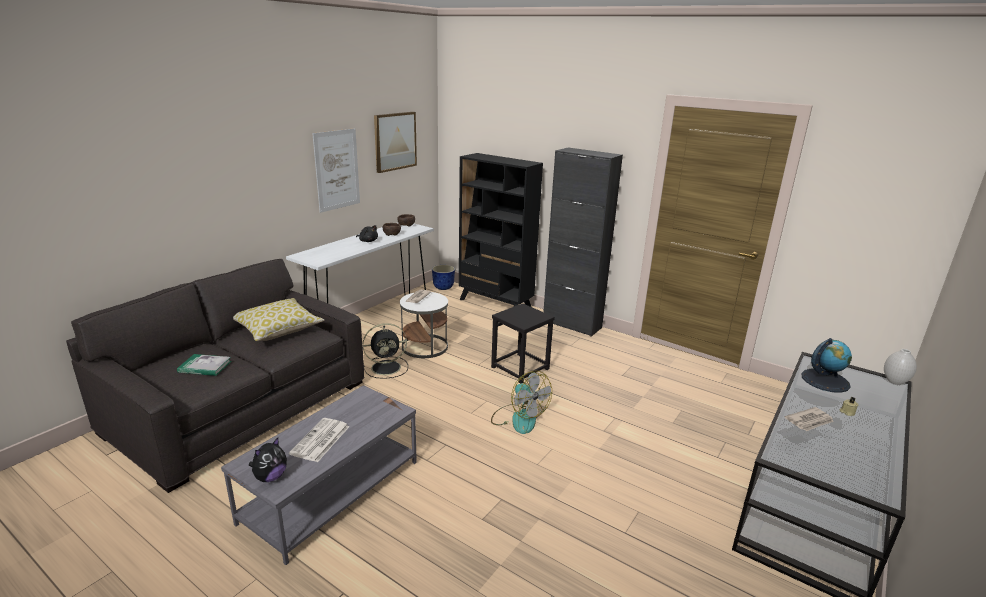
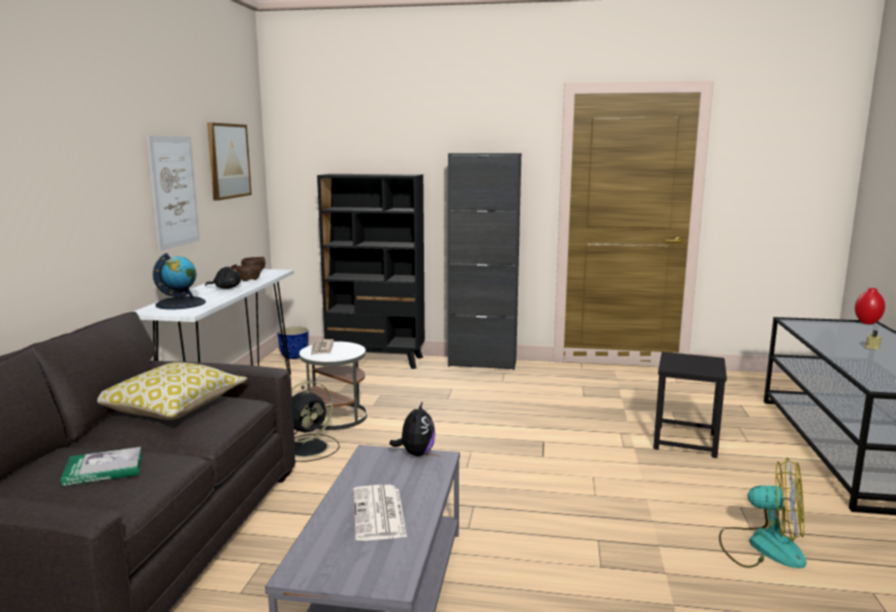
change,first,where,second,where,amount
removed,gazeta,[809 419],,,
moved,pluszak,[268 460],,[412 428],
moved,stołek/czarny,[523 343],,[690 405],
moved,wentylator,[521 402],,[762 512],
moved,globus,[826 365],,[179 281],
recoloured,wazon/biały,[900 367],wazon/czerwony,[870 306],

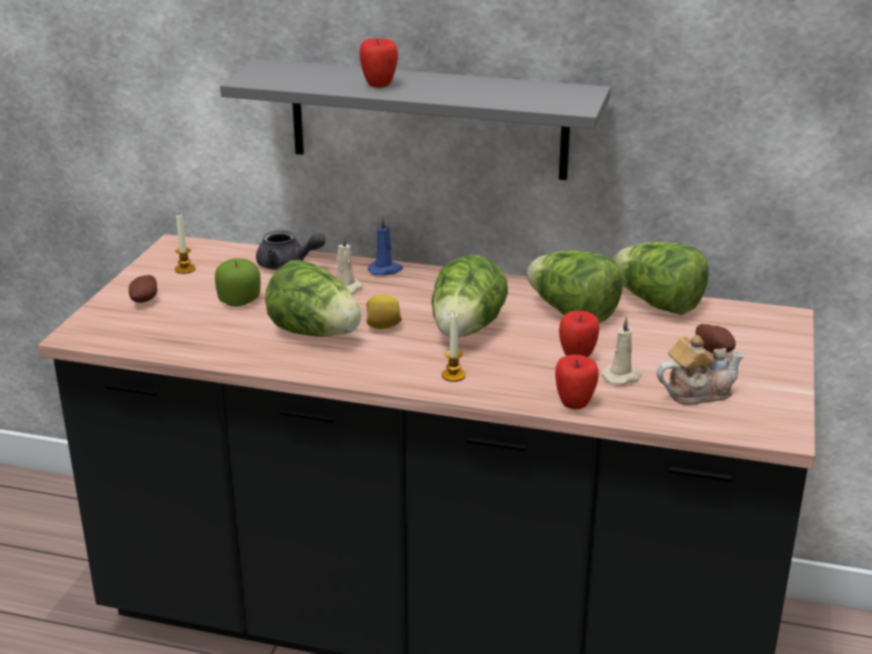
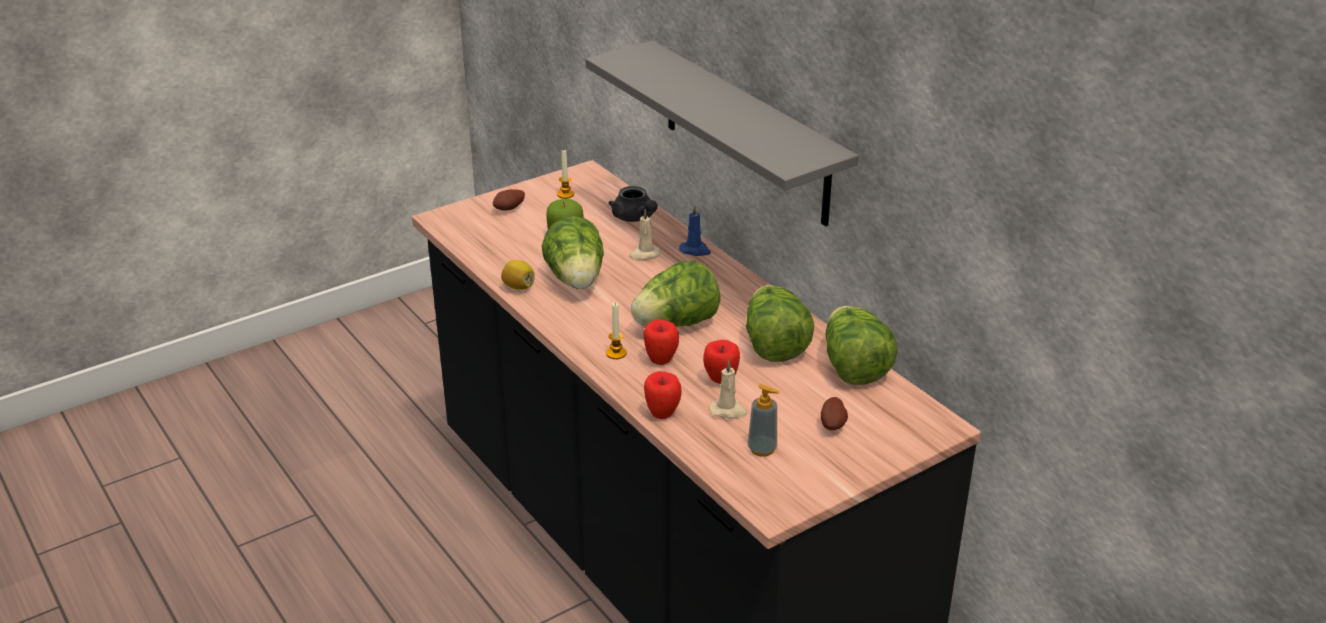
change,first,where,second,where,amount
moved,jabłko,[378 63],,[661 342],
moved,cytryna,[384 312],,[518 275],
replaced,imbryk,[701 370],dozownik mydła,[764 420],

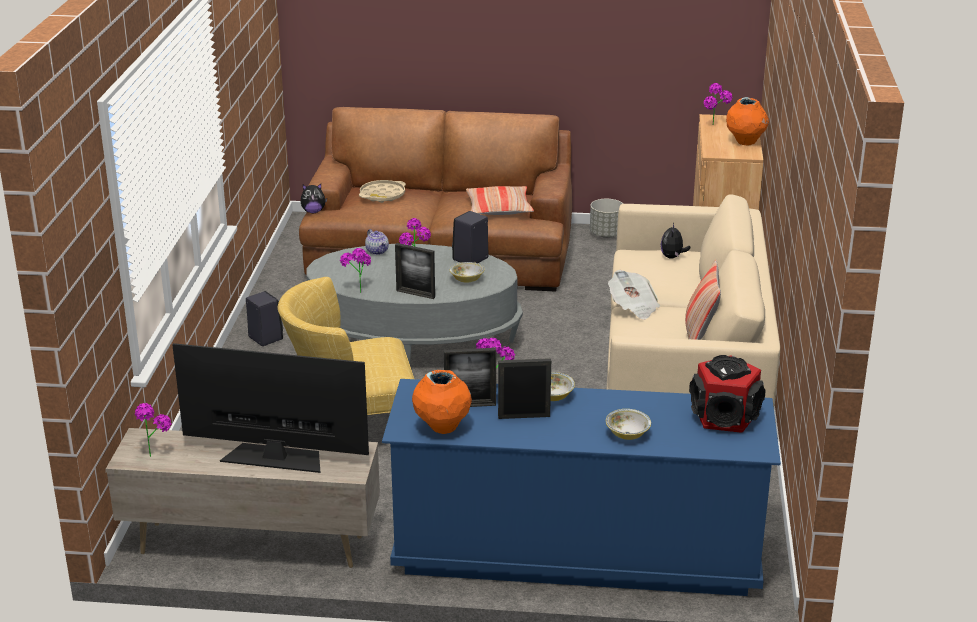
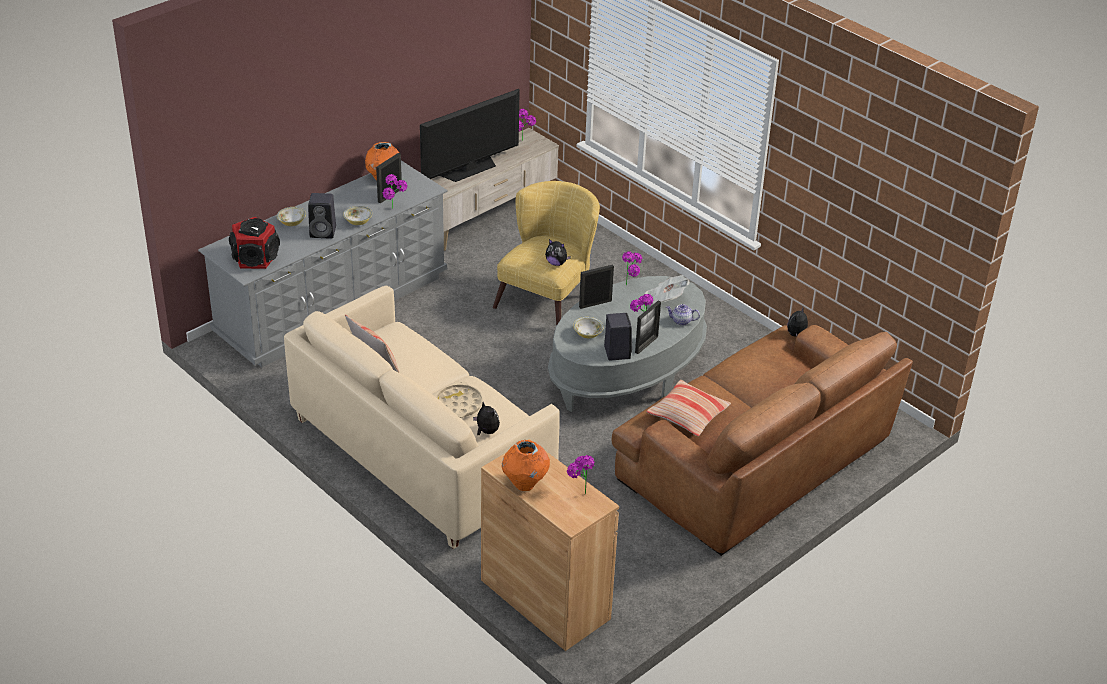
change,first,where,second,where,amount
removed,donica/szary,[606 218],,,
added,,,pluszak,[558 252],
moved,głośnik/czarny,[264 318],,[322 216],
moved,taca/beżowy,[382 191],,[459 399],
moved,ramka na zdjęcie,[524 388],,[648 327],
moved,gazeta,[634 295],,[667 290],
recoloured,komoda/niebieski,[581 487],komoda/szary,[323 263],

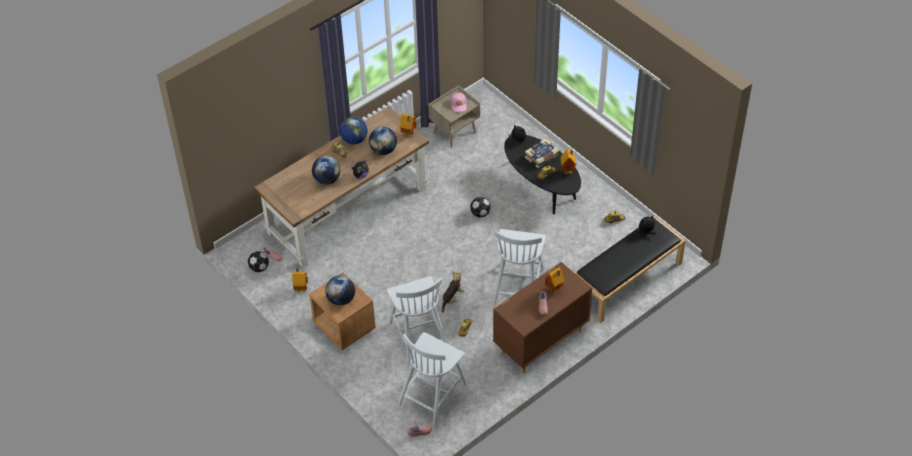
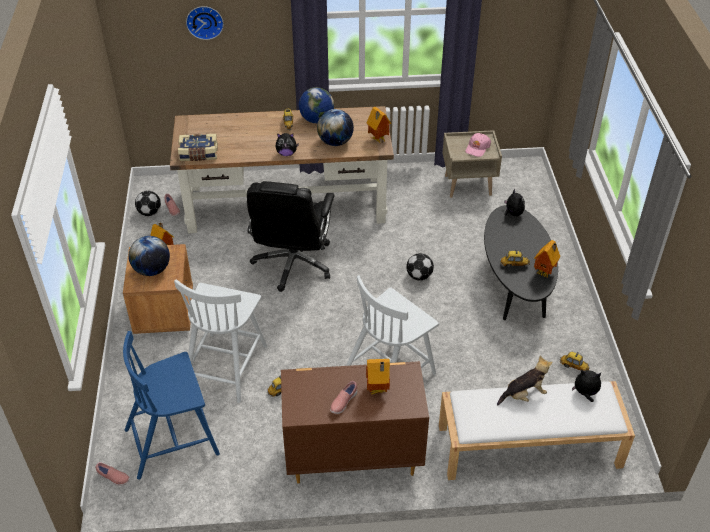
change,first,where,second,where,amount
removed,globus,[326 170],,,
added,,,zegar ścienny,[205 23],
added,,,krzesło biurowe/czarny,[291 236],
moved,pluszak,[453 292],,[525 380],
moved,książka,[542 153],,[198 147],
recoloured,krzesło/biały,[432 378],krzesło/niebieski,[171 405],
recoloured,ławka/czarny,[630 269],ławka/biały,[537 430],

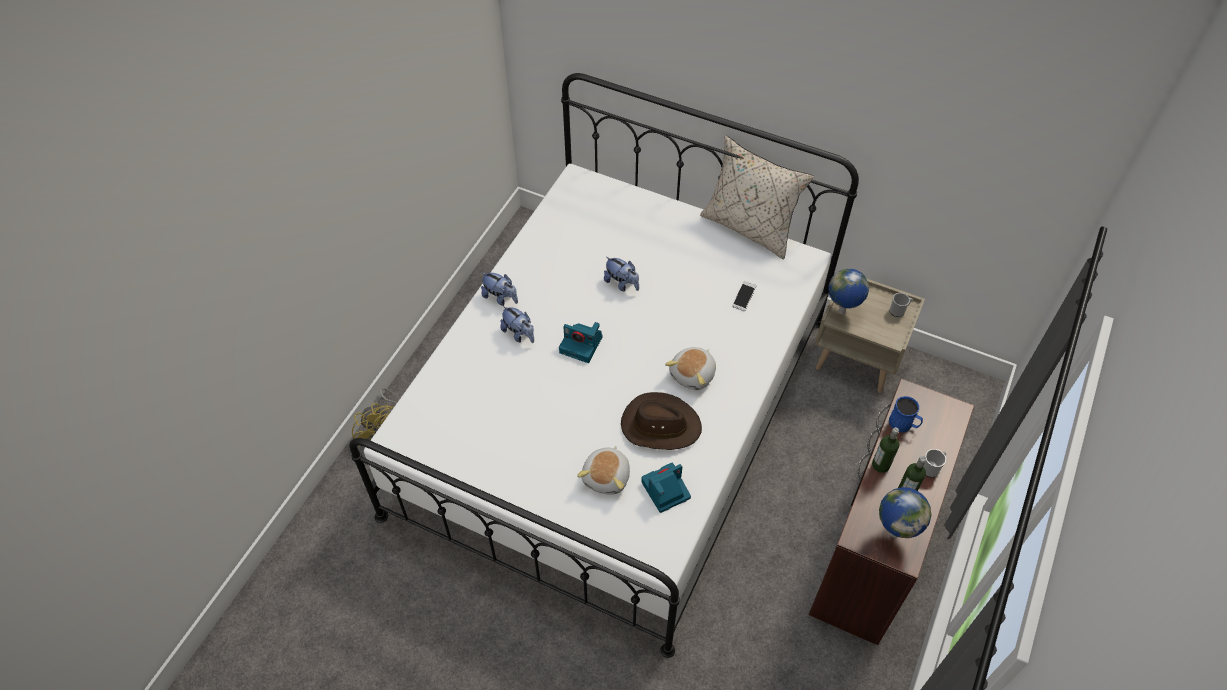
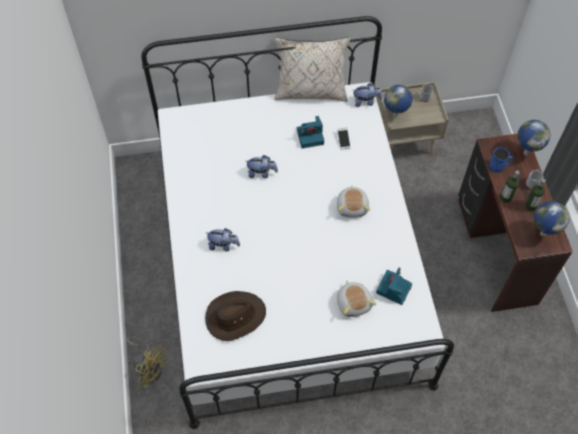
change,first,where,second,where,amount
added,,,globus,[533 138],
moved,pluszak,[499 289],,[367 95],
moved,aparat fotograficzny,[581 342],,[310 132],
moved,kapelusz/brązowy,[661 421],,[235 316],

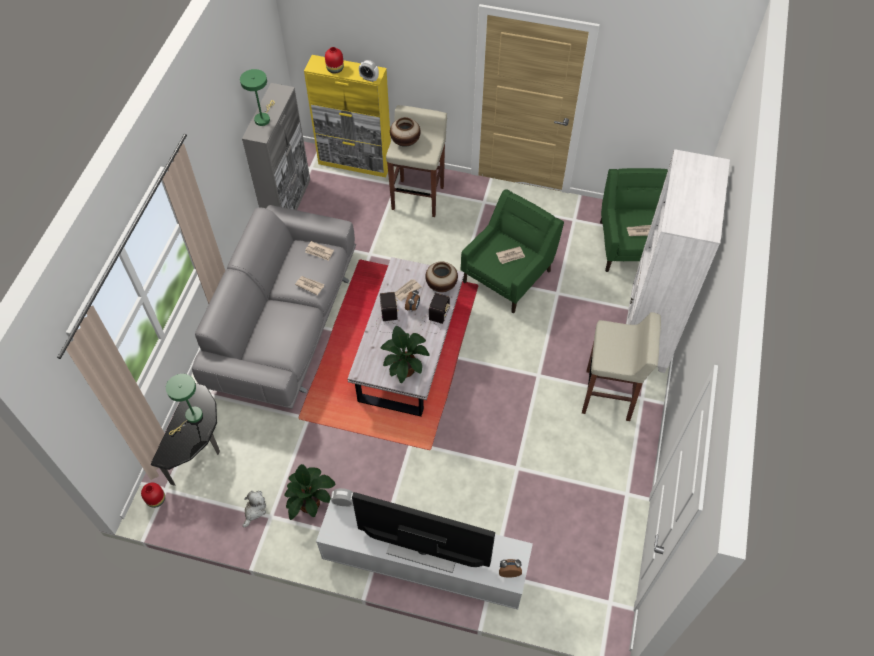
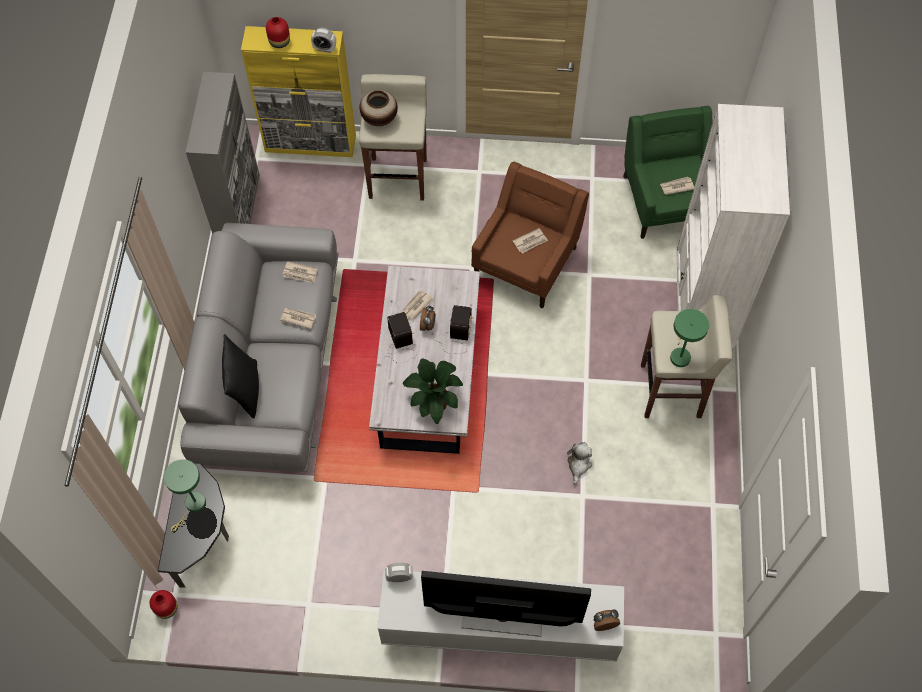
change,first,where,second,where,amount
removed,roślina doniczkowa,[310 492],,,
removed,wazon,[441 277],,,
added,,,poduszka/czarny,[240 376],
moved,lampa stołowa/zielony,[257 97],,[689 338],
moved,pluszak,[254 509],,[579 463],
recoloured,fotel/zielony,[512 251],fotel/brązowy,[530 235],

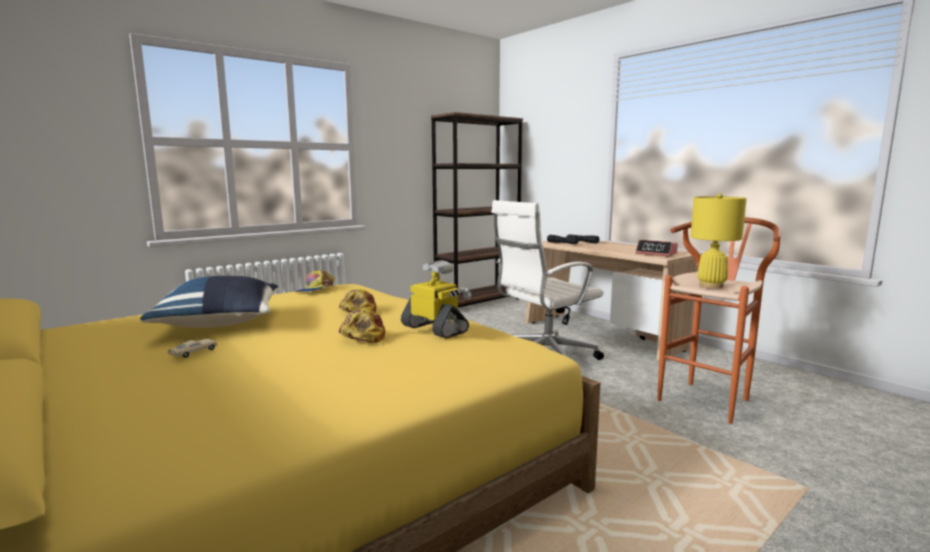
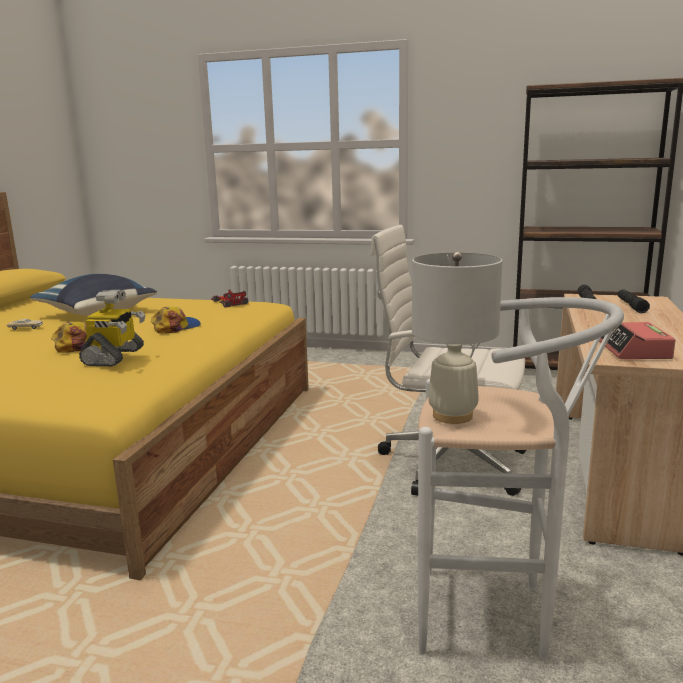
change,first,where,second,where,amount
replaced,czapka z daszkiem,[314 281],samochodzik,[229 298],
recoloured,stołek/pomarańczowy,[719 320],stołek/biały,[520 478],
recoloured,lampa stołowa/żółty,[718 241],lampa stołowa/biały,[457 337],

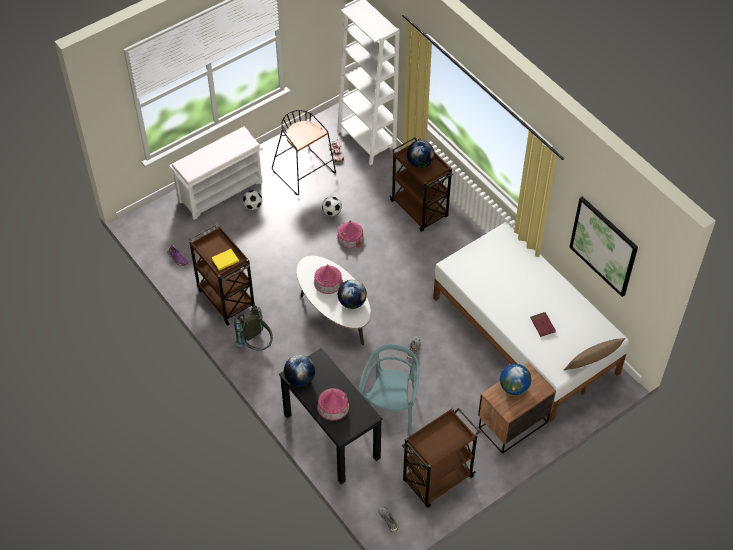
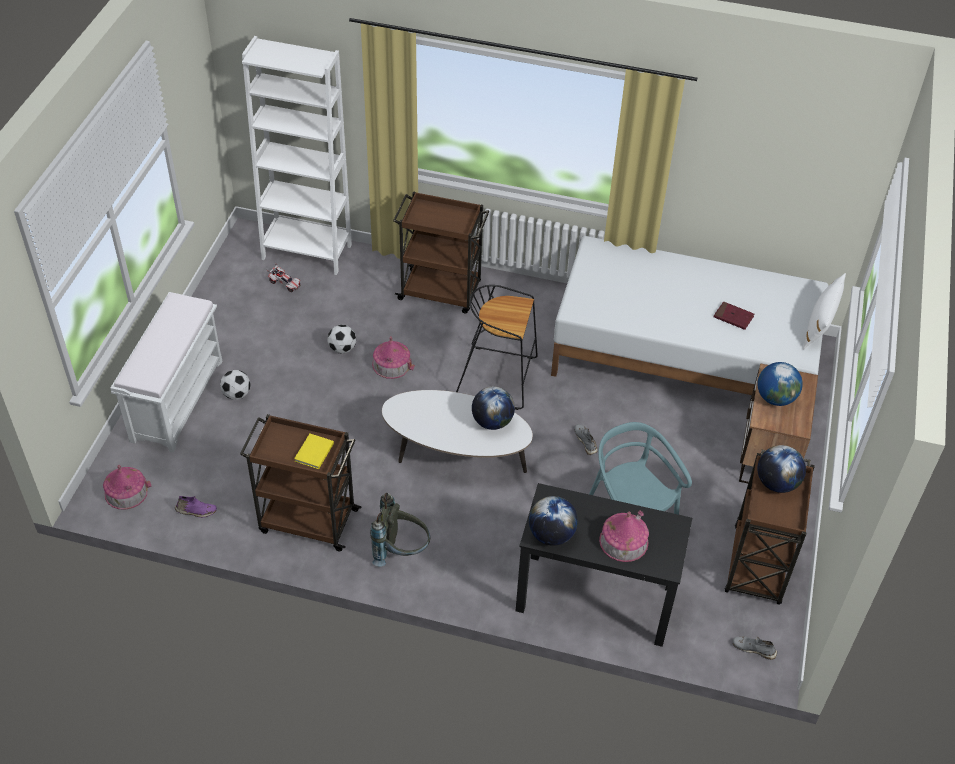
change,first,where,second,where,amount
removed,obraz,[604 246],,,
moved,stołek/czarny,[304 152],,[497 347],
moved,domek,[329 279],,[127 487],
moved,globus,[421 154],,[781 469],
recoloured,poduszka/brązowy,[595 354],poduszka/biały,[824 311],

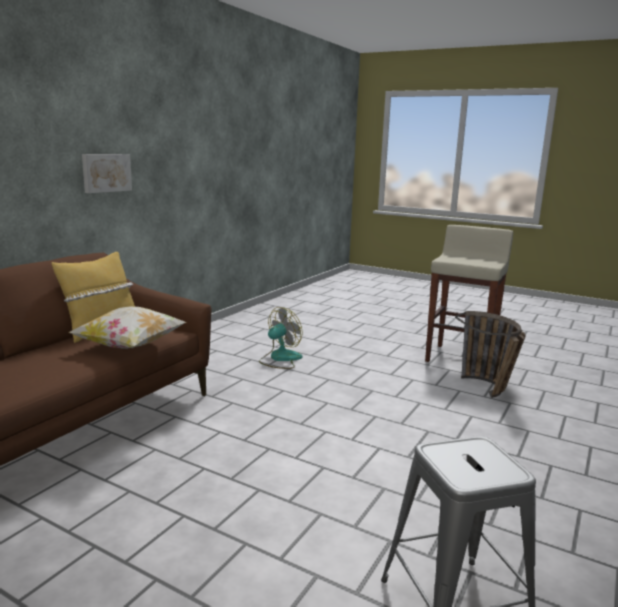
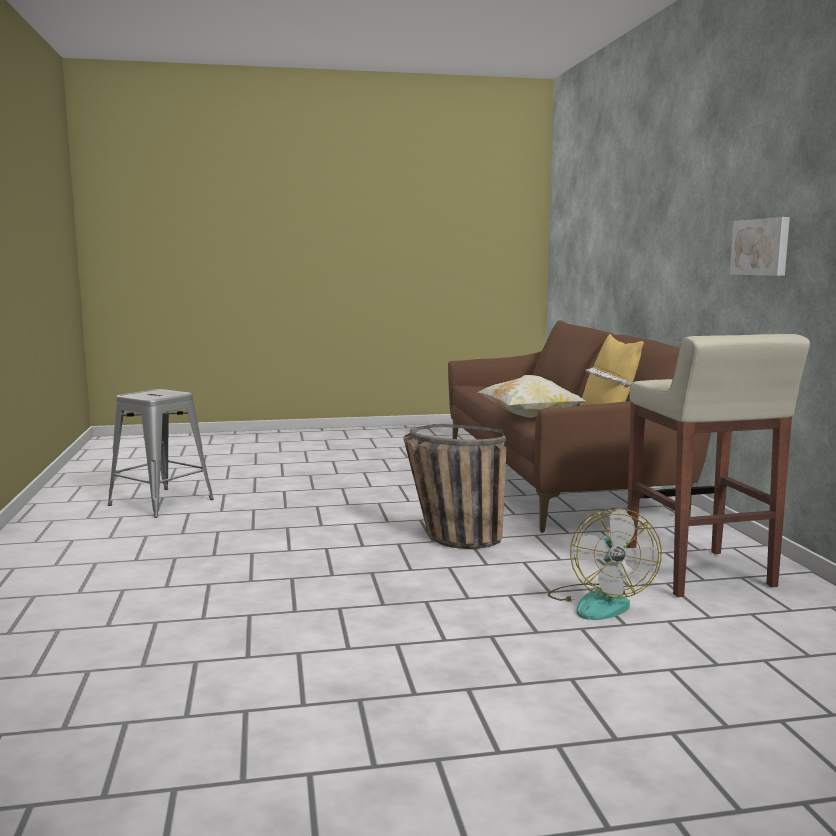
change,first,where,second,where,amount
moved,stołek/beżowy,[469 293],,[718 465],
moved,koszyk,[490 354],,[454 486],

